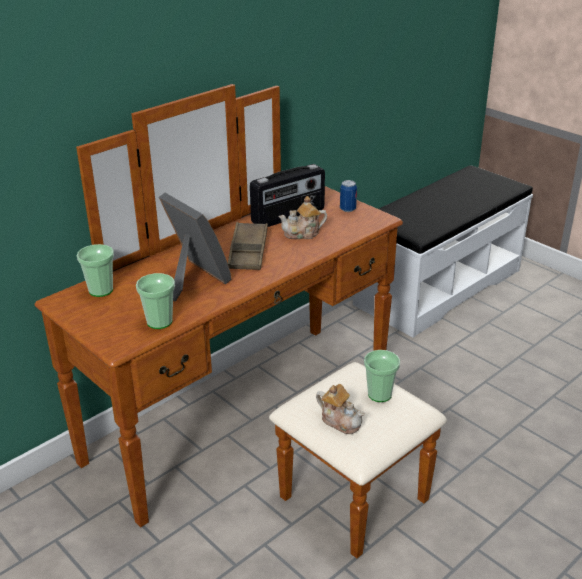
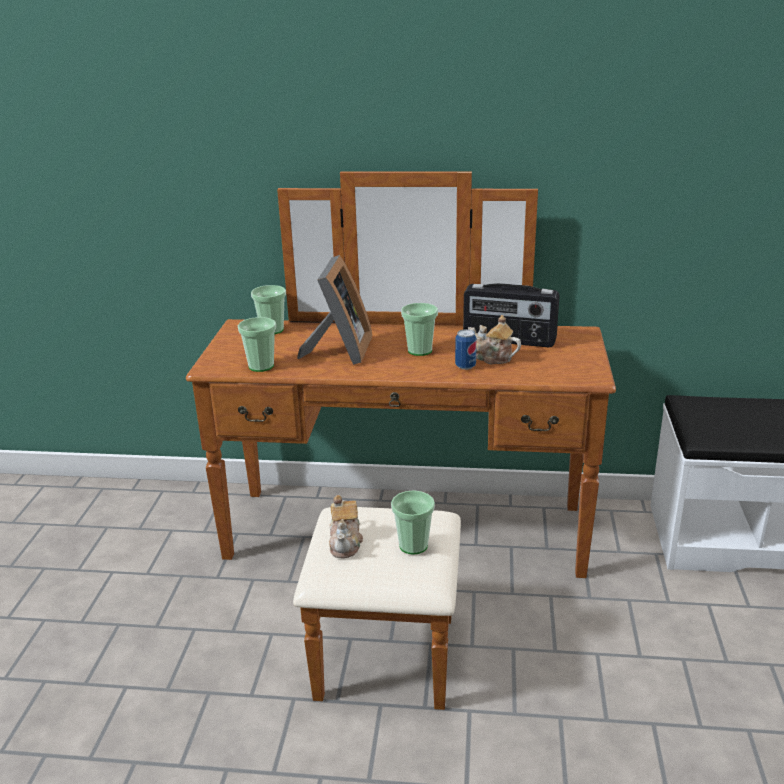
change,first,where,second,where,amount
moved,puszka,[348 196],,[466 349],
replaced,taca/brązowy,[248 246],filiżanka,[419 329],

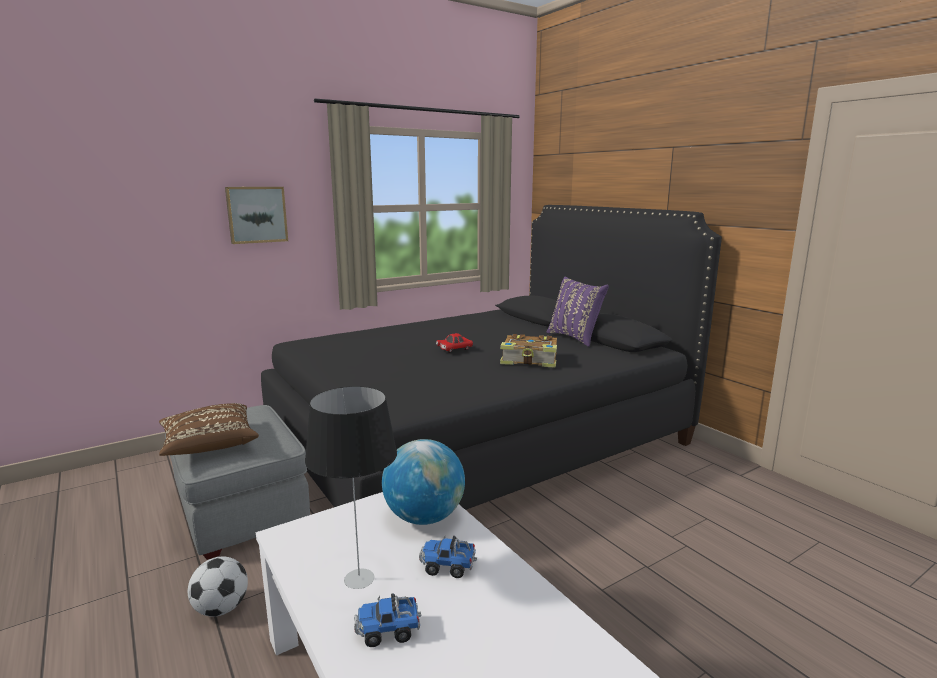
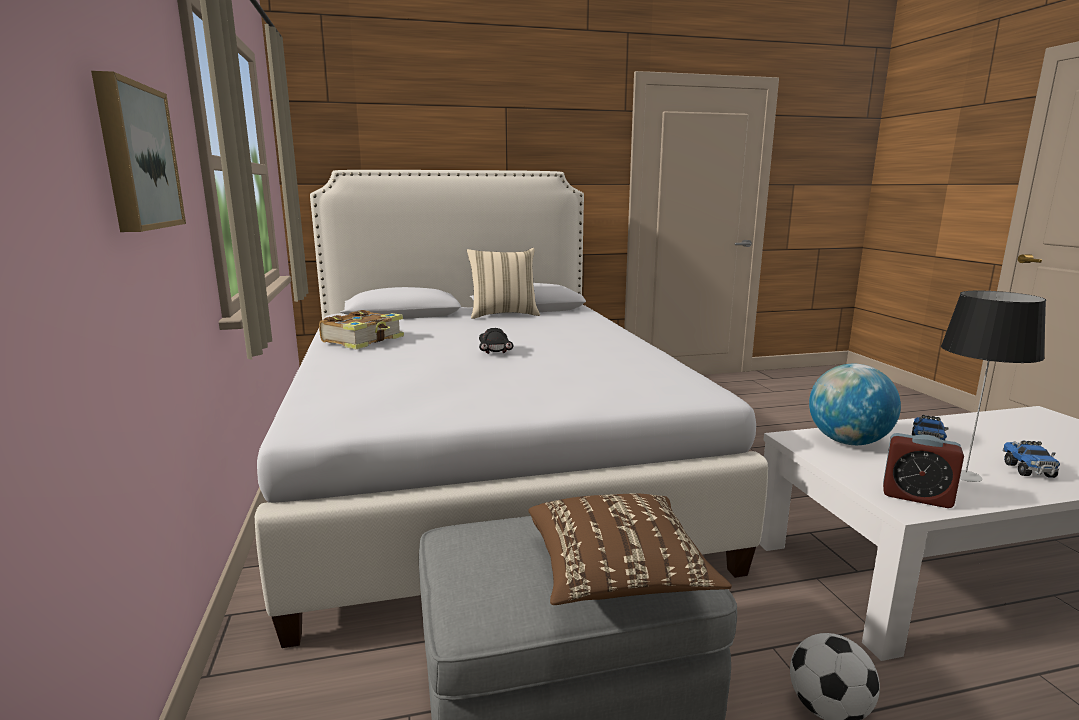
change,first,where,second,where,amount
added,,,budzik,[923 470],
moved,książka,[528 351],,[361 329],
recoloured,łóżko/czarny,[491 357],łóżko/biały,[511 409],
recoloured,samochodzik/czerwony,[454 343],samochodzik/czarny,[496 341],
recoloured,poduszka/fioletowy,[578 311],poduszka/beżowy,[503 283],

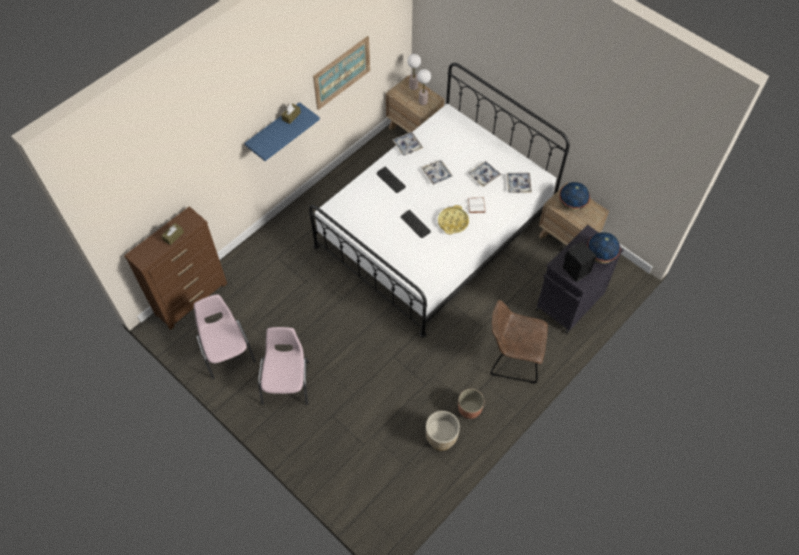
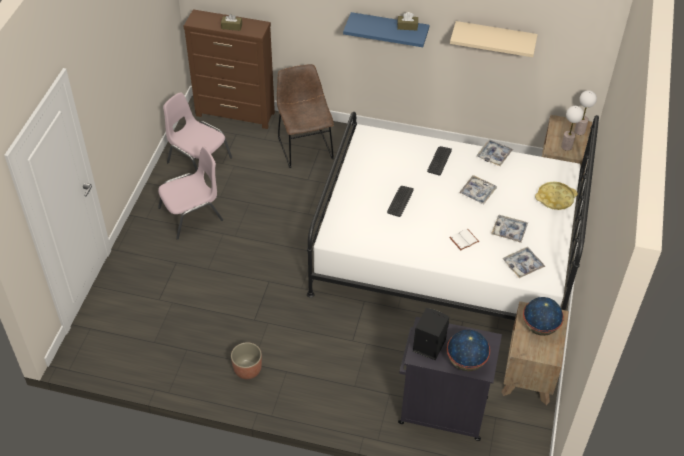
change,first,where,second,where,amount
removed,donica/beżowy,[443 431],,,
moved,taca/żółty,[453 220],,[556 195],
moved,krzesło/brązowy,[519 342],,[305 116],
replaced,obraz,[341 73],półka/beżowy,[494 39],
turned,krzesło/różowy,[225 336],,[197 131],90 degrees counterclockwise

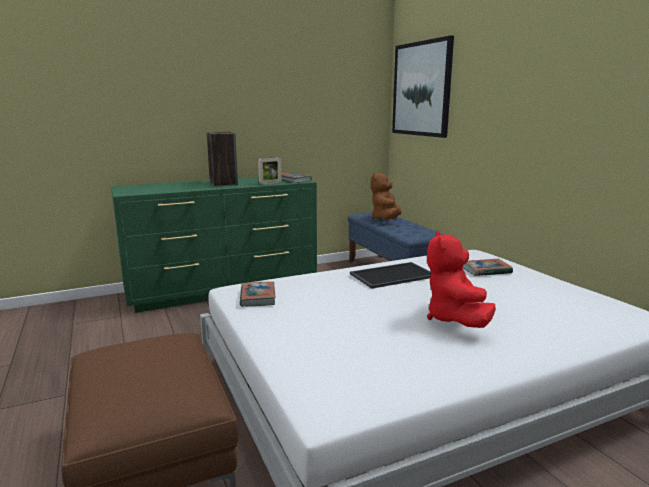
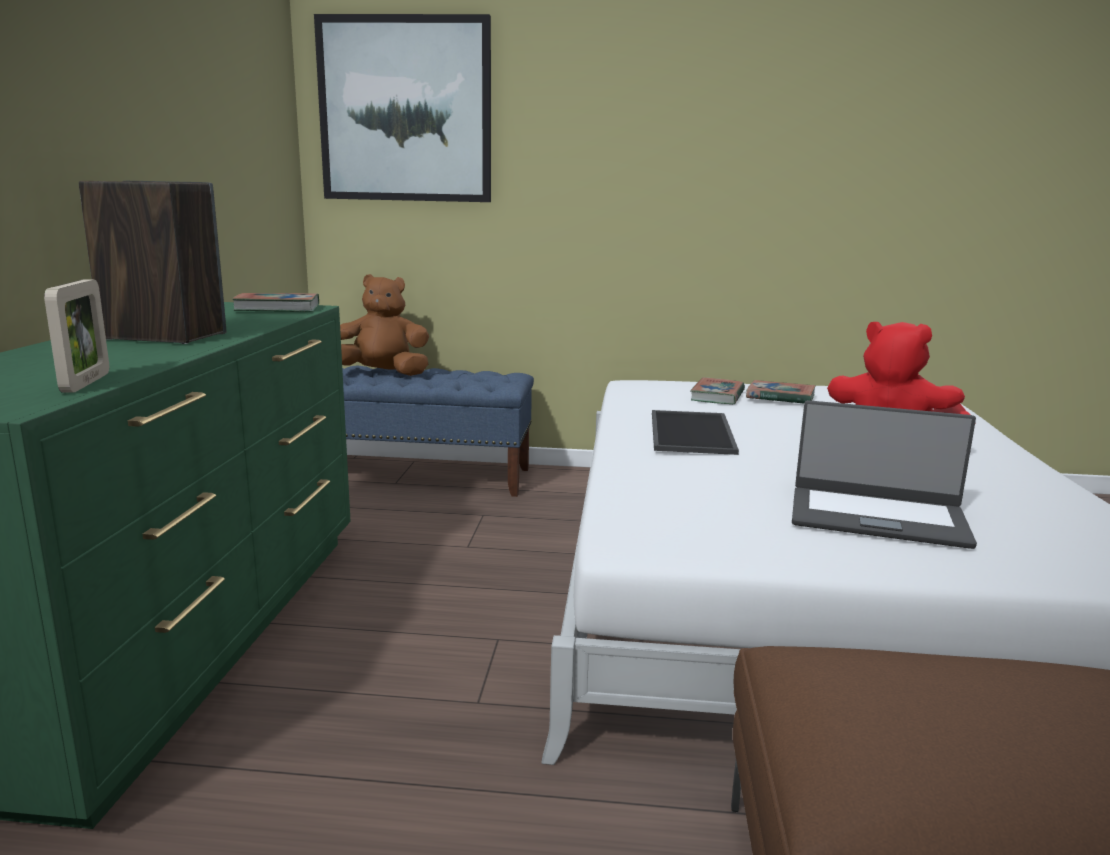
change,first,where,second,where,amount
added,,,laptop,[884 474],
moved,książka,[257 294],,[781 392],
moved,ramka na zdjęcie,[270 171],,[76 336],
turned,pluszak/brązowy,[386 196],,[384 325],135 degrees clockwise

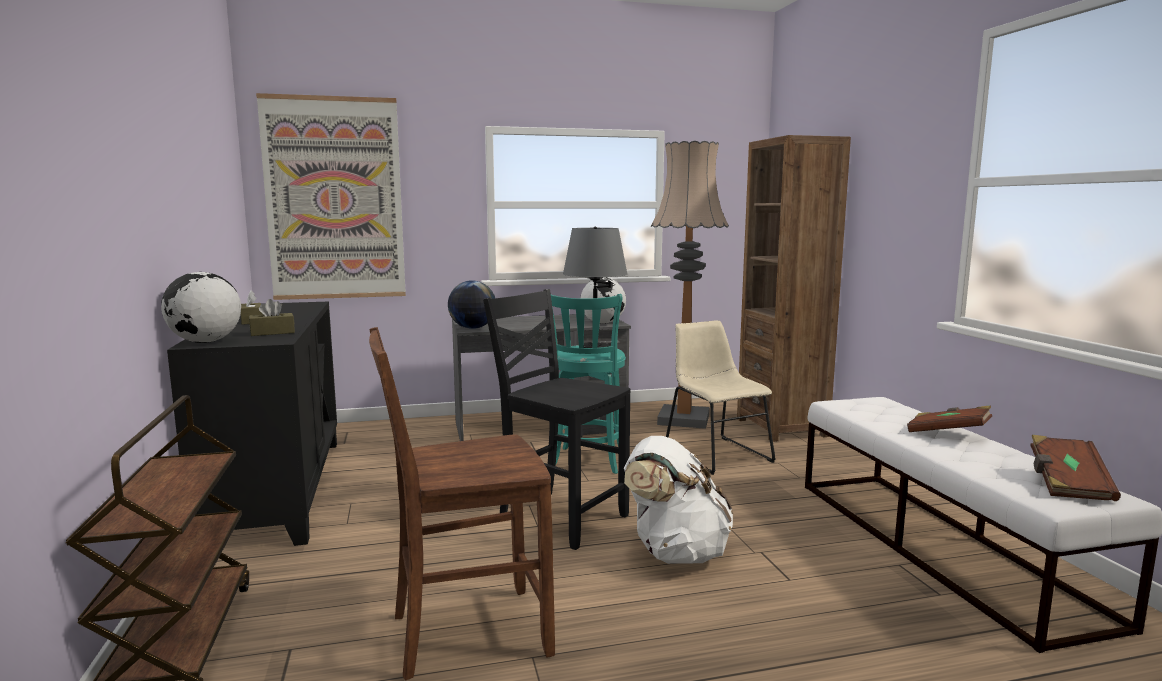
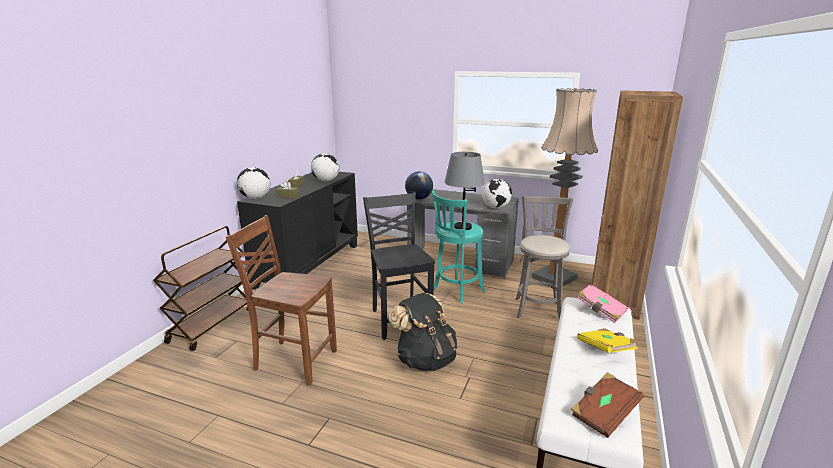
change,first,where,second,where,amount
removed,obraz,[331 196],,,
added,,,globus,[325 167],
added,,,książka/różowy,[602 303],
replaced,krzesło/beżowy,[721 397],stołek/szary,[544 258],
recoloured,plecak/biały,[678 500],plecak/czarny,[423 332],
recoloured,książka/brązowy,[949 418],książka/żółty,[607 340],

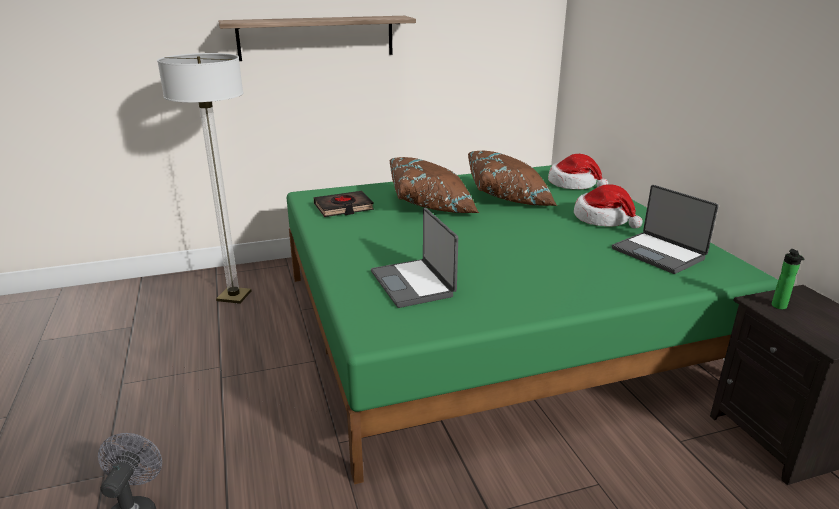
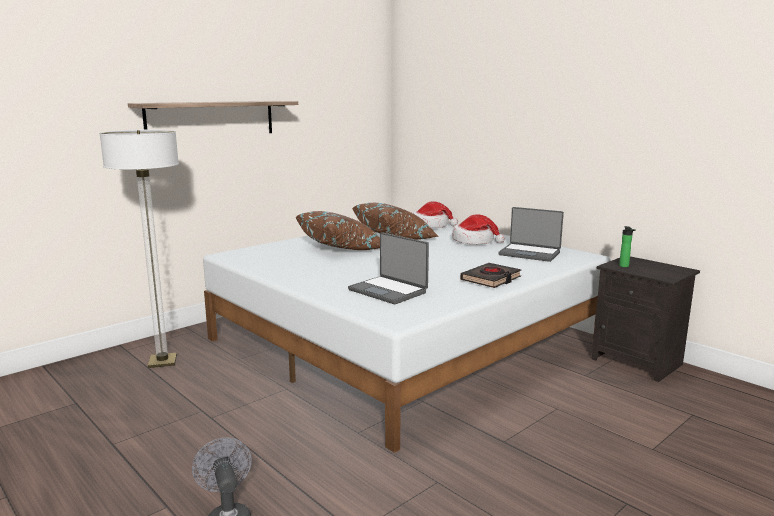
change,first,where,second,where,amount
moved,książka/czarny,[343 204],,[490 275],
recoloured,łóżko/zielony,[532 324],łóżko/biały,[407 338],

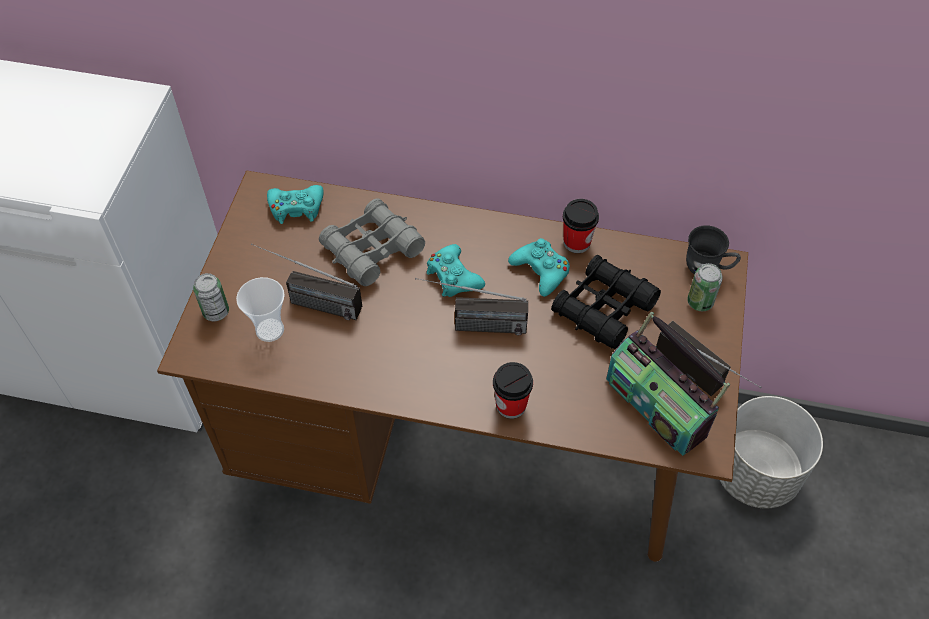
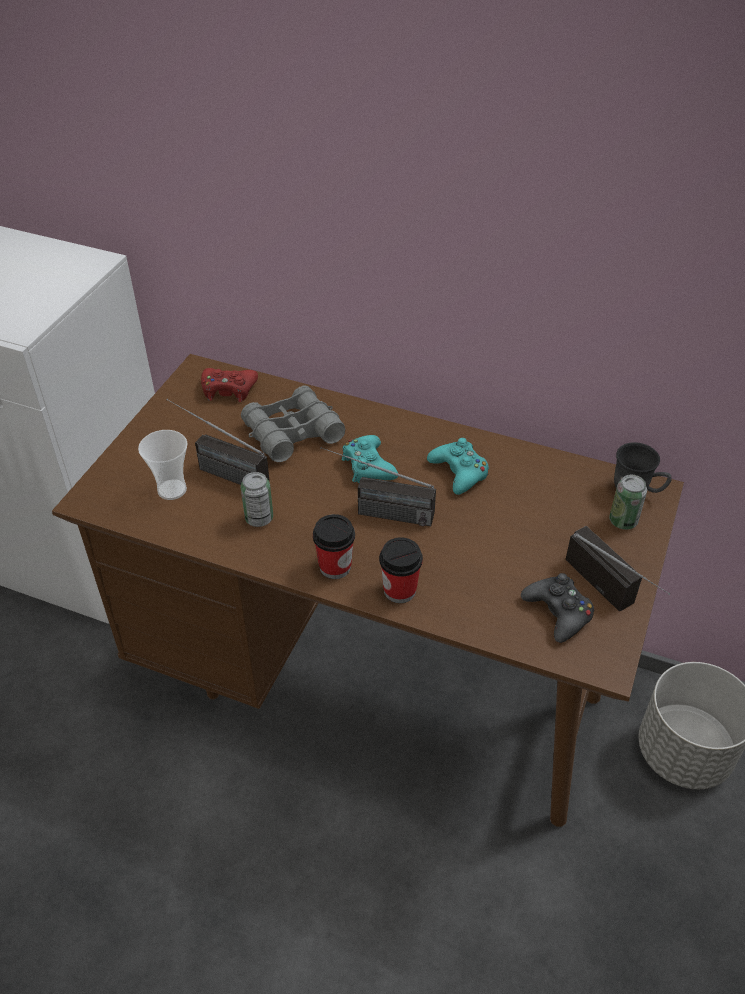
change,first,where,second,where,amount
removed,lornetka/czarny,[606 302],,,
moved,puszka,[211 297],,[257 499],
moved,filiżanka,[581 226],,[334 546],
replaced,radio,[668 384],pad do gier/czarny,[557 608],
recoloured,pad do gier/turkusowy,[295 204],pad do gier/czerwony,[229 385],

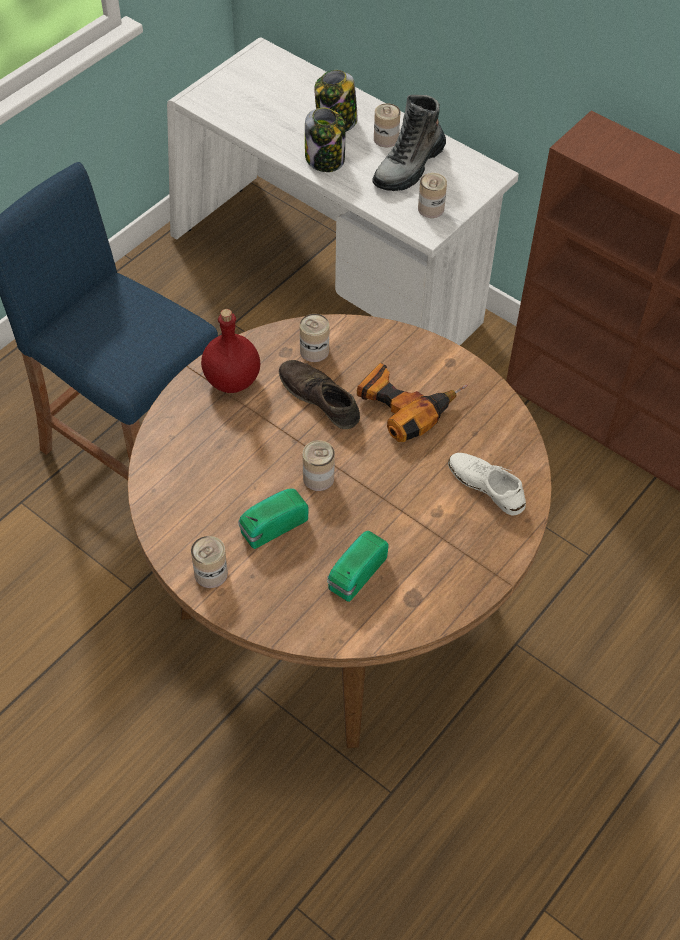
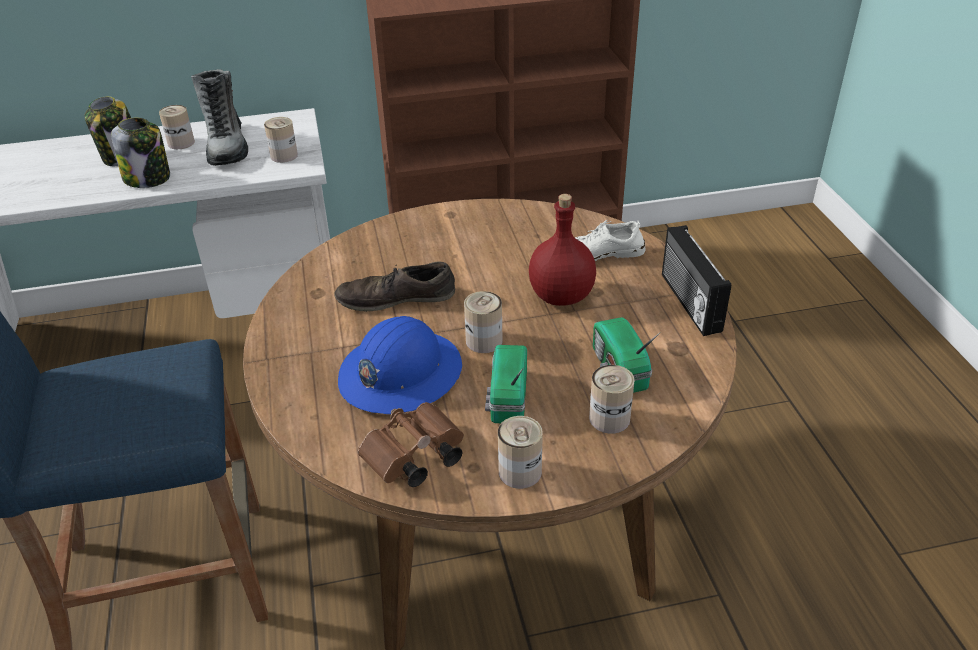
change,first,where,second,where,amount
removed,wiertarka,[412 402],,,
added,,,kask/niebieski,[400 365],
added,,,lornetka/brązowy,[411 444],
added,,,radio,[696 280],
moved,butelka/czerwony,[230 351],,[562 250],
moved,puszka,[314 338],,[612 399],

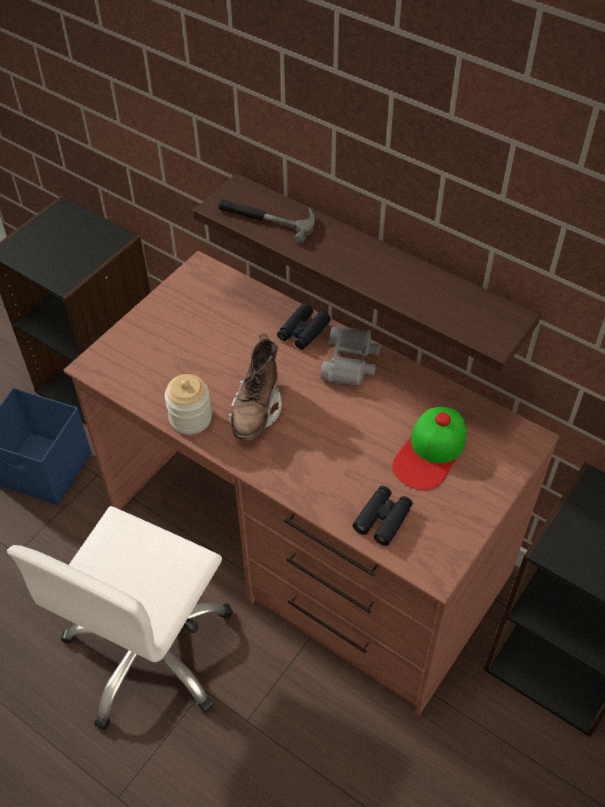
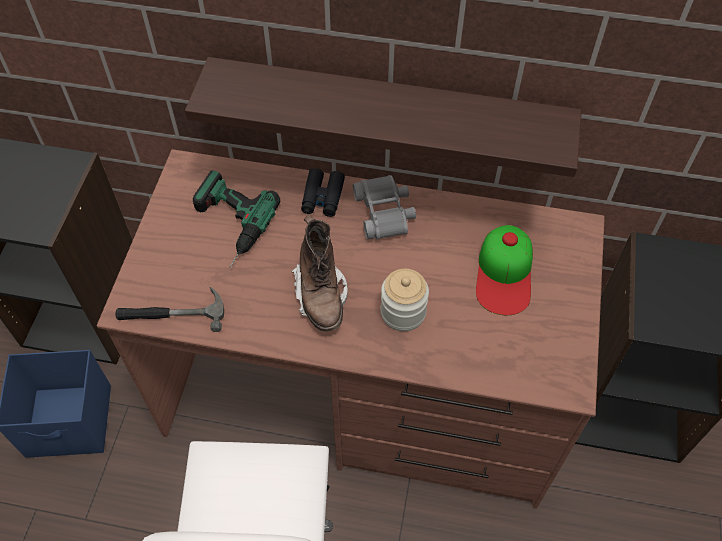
change,first,where,second,where,amount
removed,lornetka/czarny,[383 516],,,
added,,,wiertarka,[236 218],
moved,słoik,[188 404],,[404 300],
moved,młotek,[266 221],,[169 309],

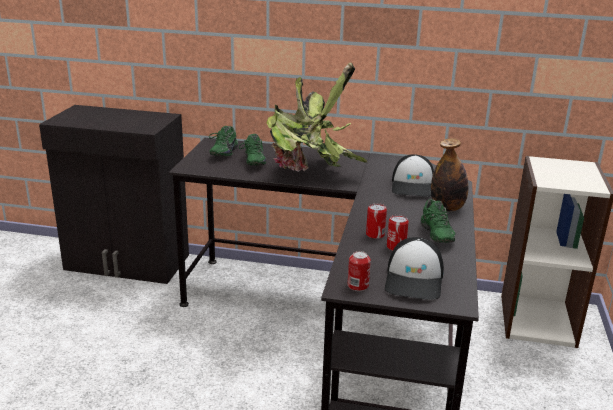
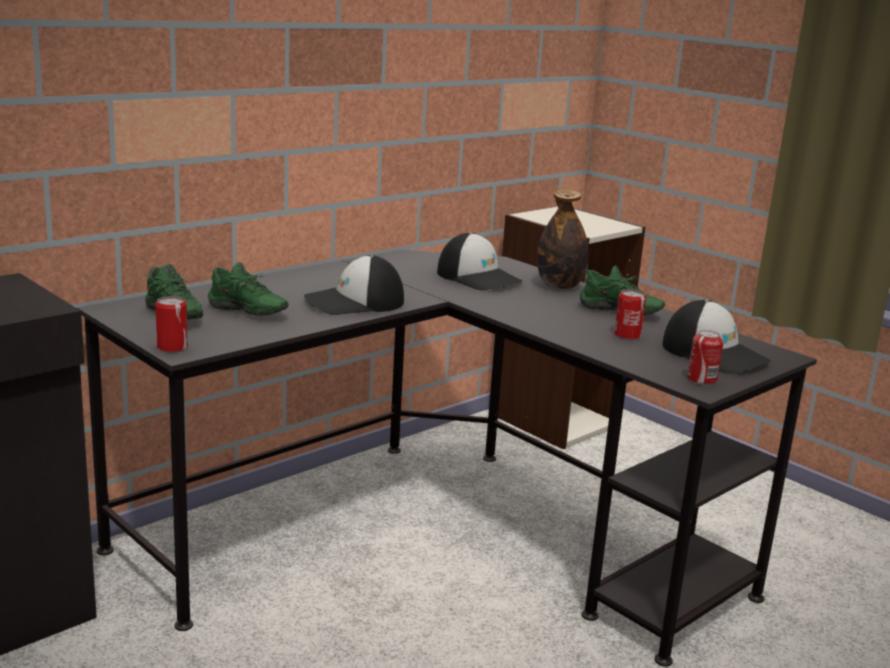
change,first,where,second,where,amount
moved,puszka,[376 221],,[171 324],
replaced,roślina doniczkowa,[317 117],czapka z daszkiem,[354 285],

